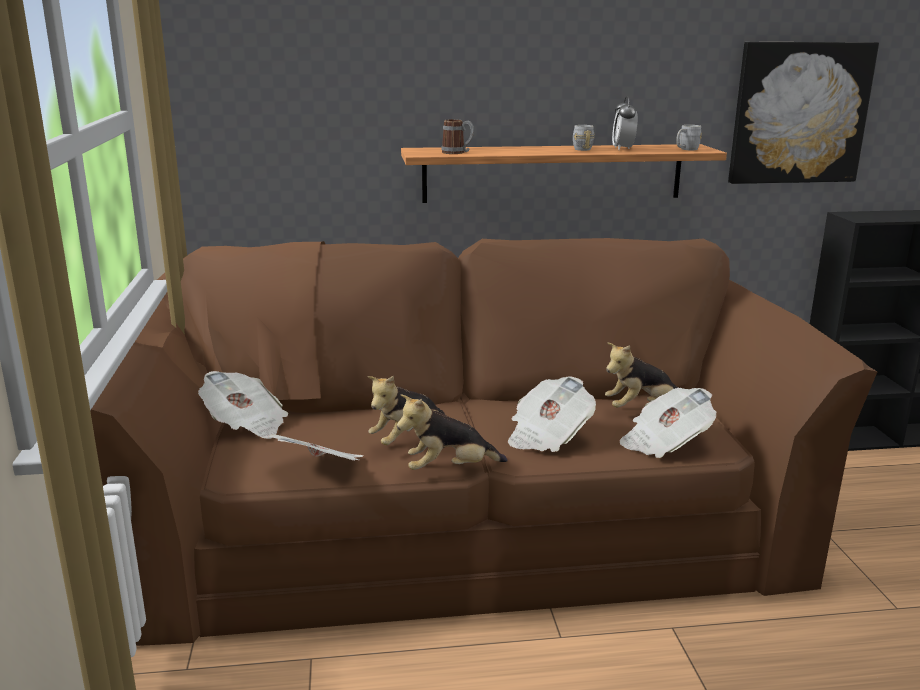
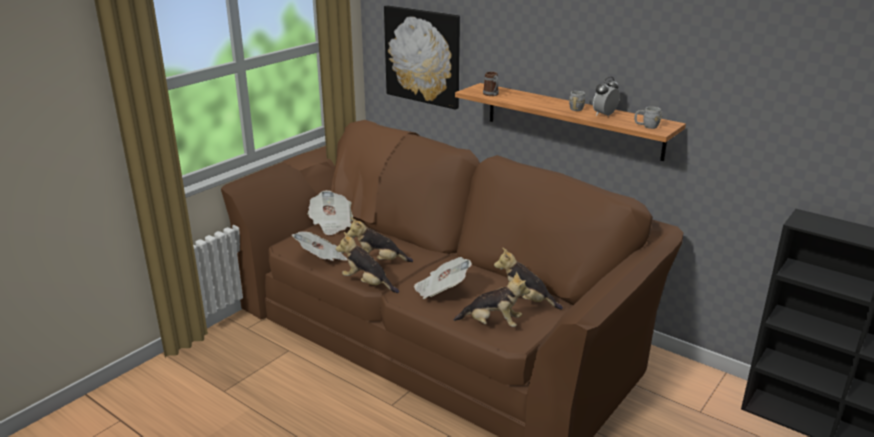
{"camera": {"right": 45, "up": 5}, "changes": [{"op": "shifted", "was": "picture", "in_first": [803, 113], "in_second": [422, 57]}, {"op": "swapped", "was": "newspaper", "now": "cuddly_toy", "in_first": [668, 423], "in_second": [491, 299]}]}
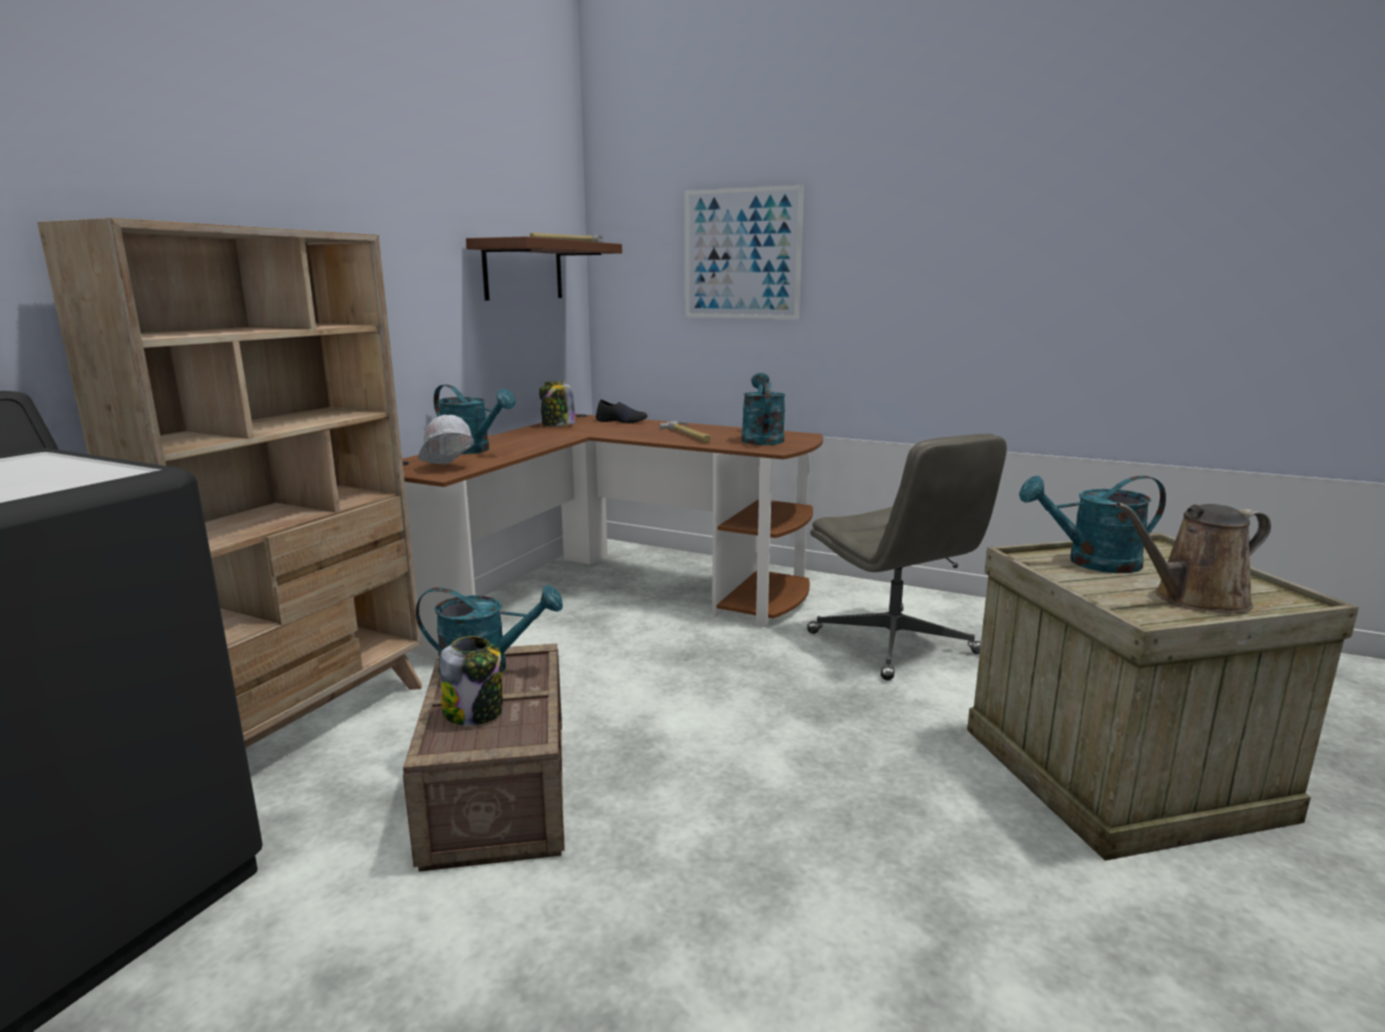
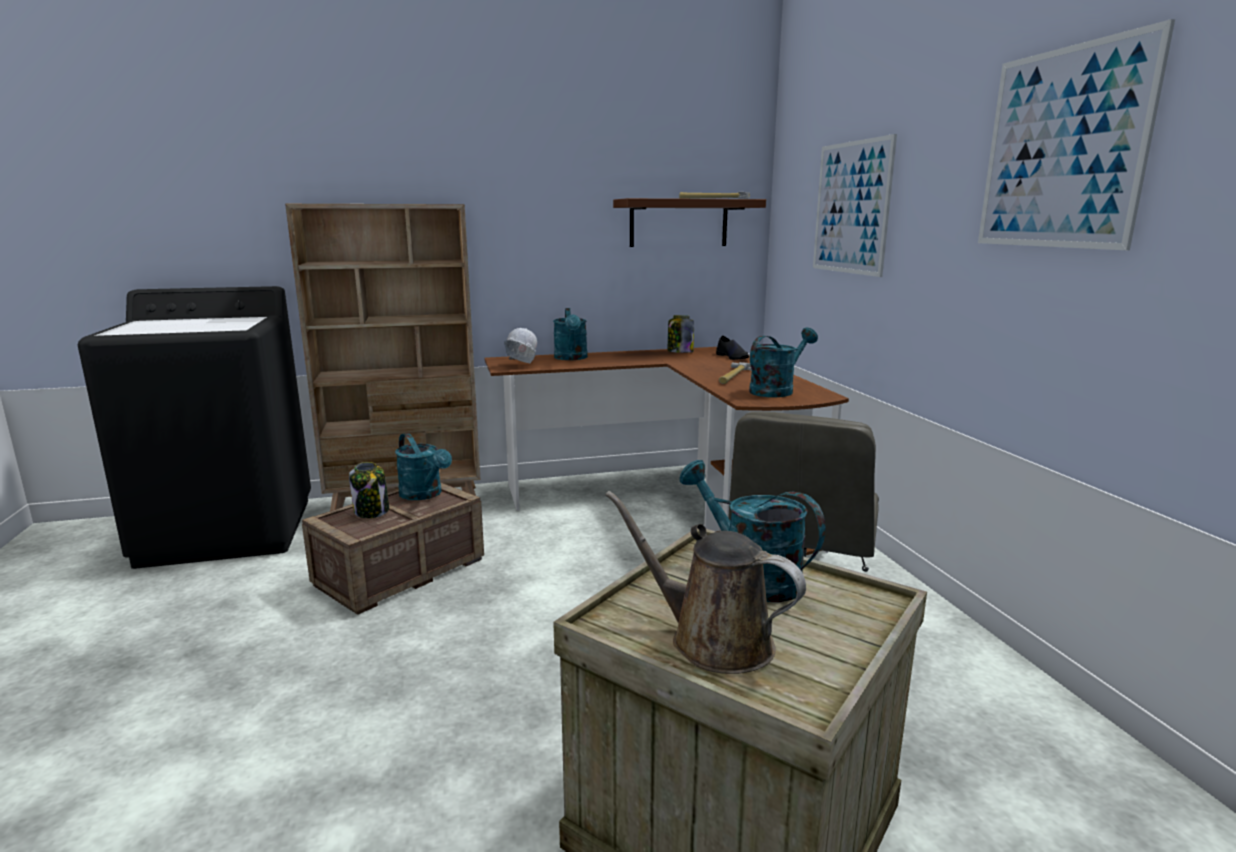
{"camera": {"right": 50, "up": 0}, "changes": [{"op": "new", "now": "picture", "in_second": [1076, 134]}]}
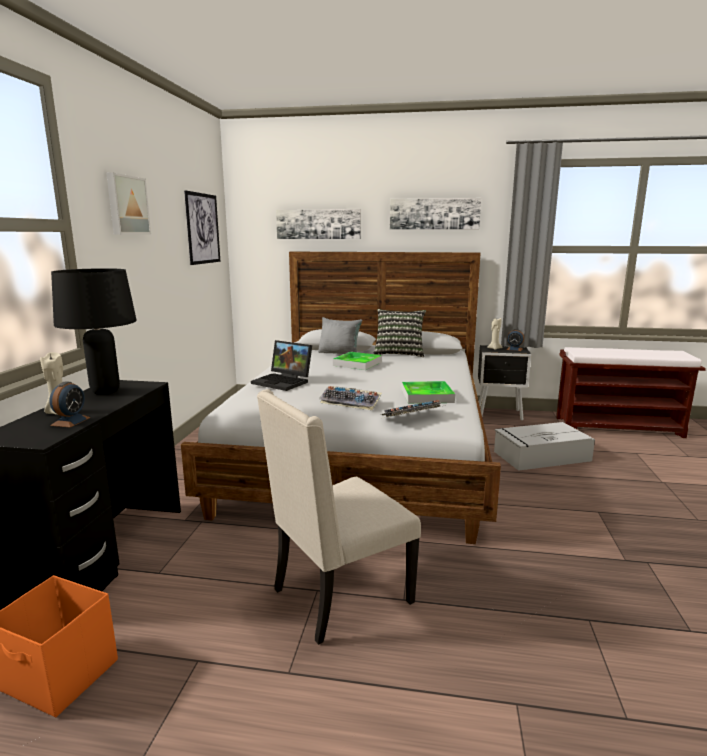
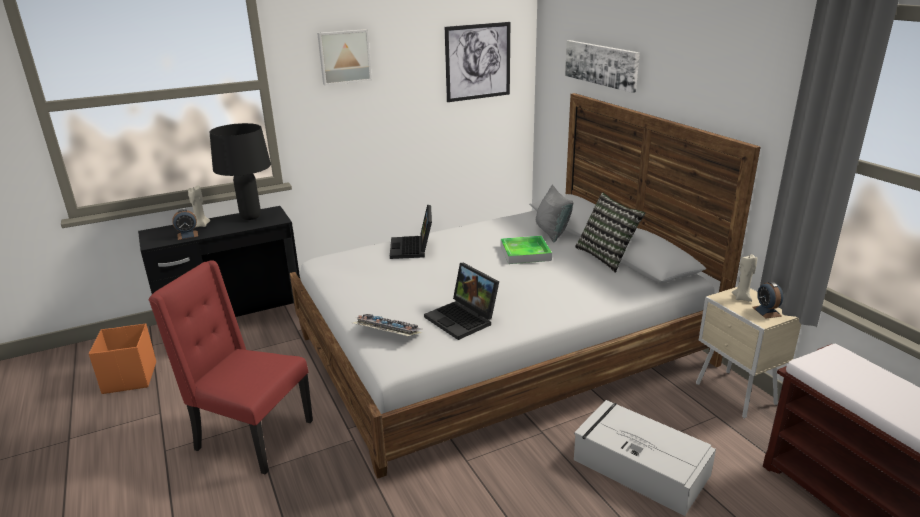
{"camera": {"right": 55, "up": 10}, "changes": [{"op": "repainted", "was": "beige_plain_chair", "now": "red-coloured_plain_chair", "in_first": [339, 517], "in_second": [231, 367]}, {"op": "swapped", "was": "carrying_tray", "now": "laptop", "in_first": [428, 392], "in_second": [461, 301]}, {"op": "repainted", "was": "black_bedside_table", "now": "beige_bedside_table", "in_first": [504, 383], "in_second": [748, 352]}, {"op": "gone", "was": "computer_keyboard", "in_first": [350, 398]}, {"op": "gone", "was": "picture", "in_first": [435, 214]}]}
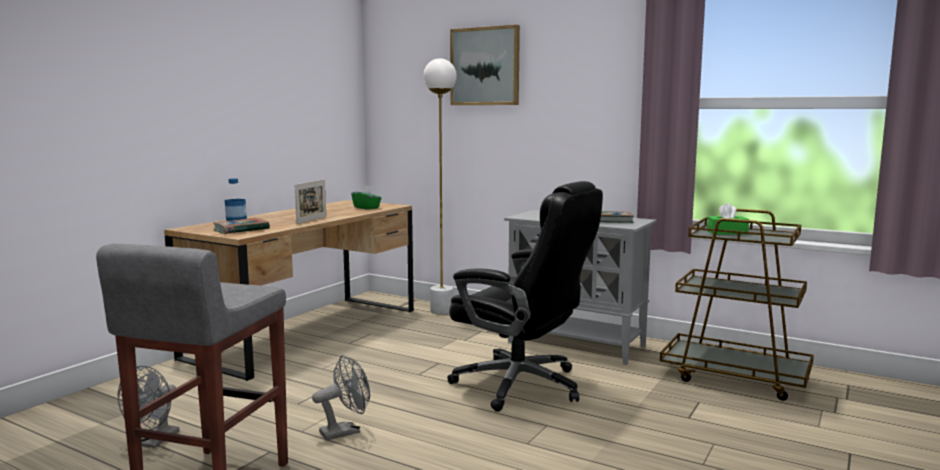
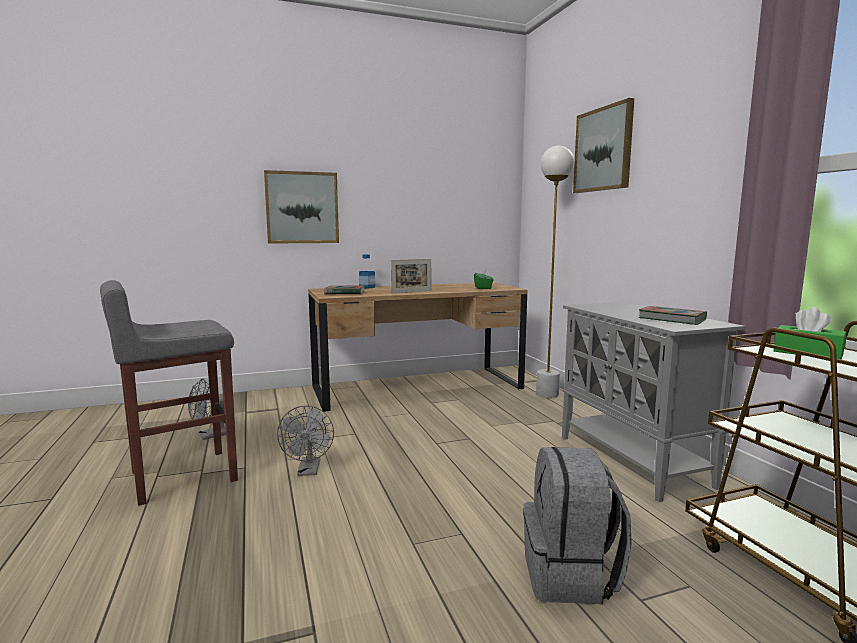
{"camera": {"right": 40, "up": 0}, "changes": [{"op": "new", "now": "picture", "in_second": [301, 207]}, {"op": "rotated", "was": "greyish_cooling_fan", "in_first": [341, 397], "in_second": [305, 440], "clockwise": 75}, {"op": "new", "now": "greyish_backpack", "in_second": [577, 525]}, {"op": "gone", "was": "black_computer_chair", "in_first": [525, 296]}]}
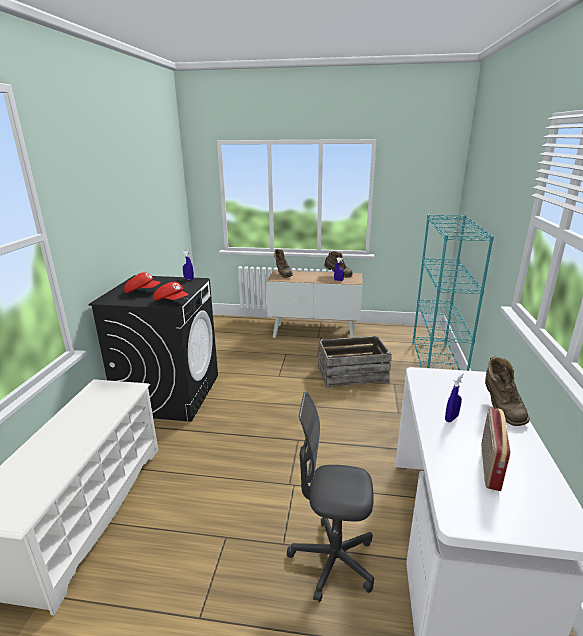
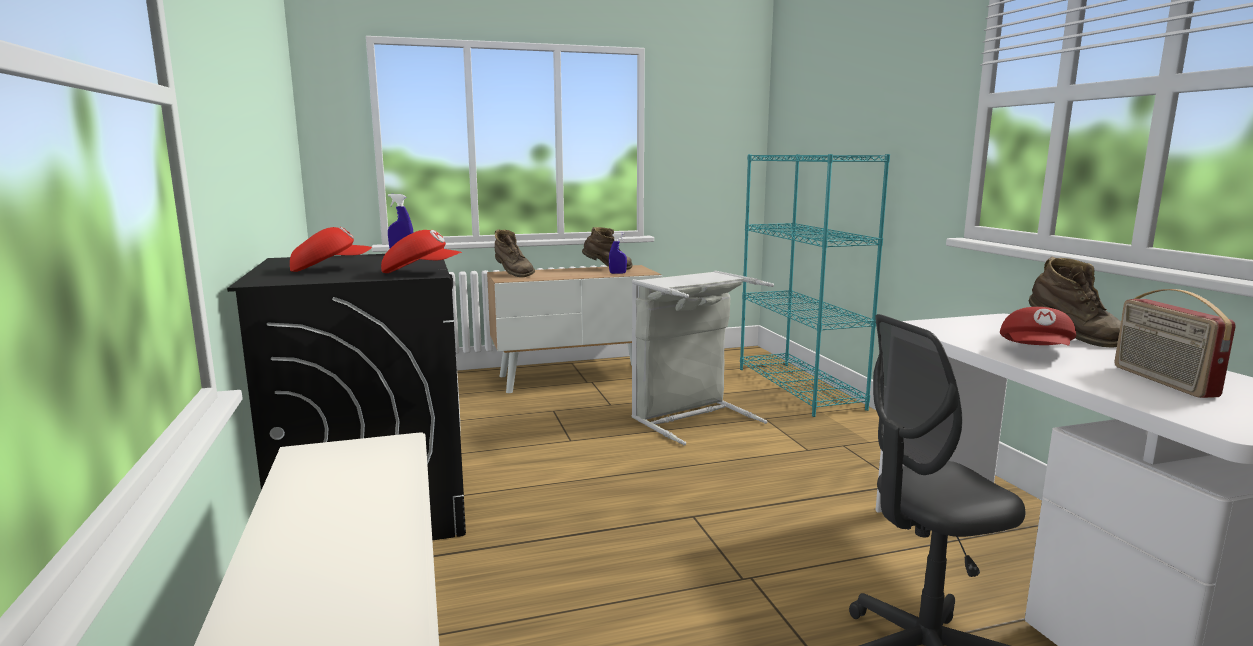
{"camera": {"right": -25, "up": -10}, "changes": [{"op": "swapped", "was": "crate", "now": "greyish_hamper", "in_first": [355, 362], "in_second": [702, 357]}, {"op": "swapped", "was": "blue-coloured_hand_sprayer", "now": "red-coloured_baseball_cap", "in_first": [454, 397], "in_second": [1038, 326]}]}
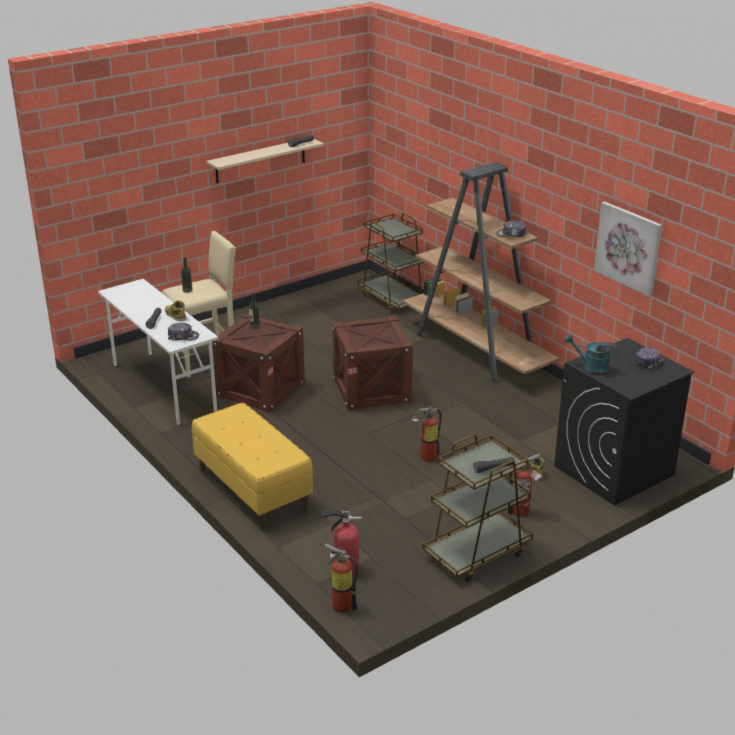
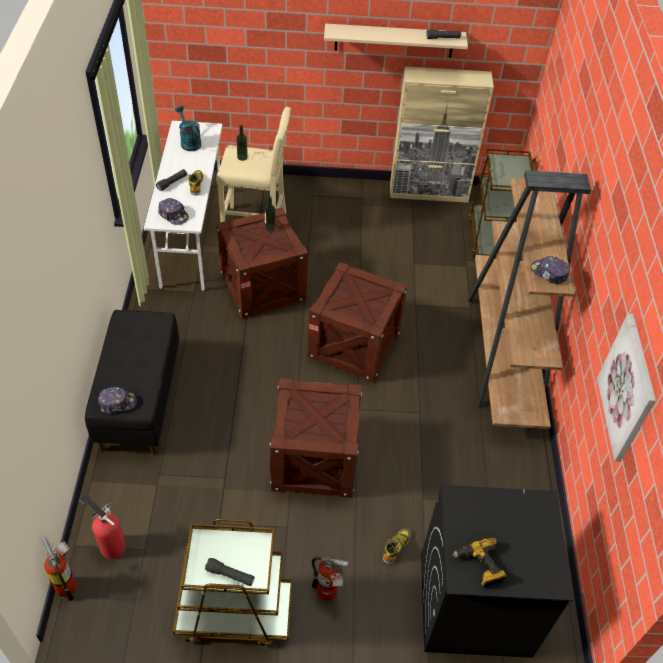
{"camera": {"right": 35, "up": 20}, "changes": [{"op": "repainted", "was": "yellowish_bench", "now": "black_bench", "in_first": [252, 465], "in_second": [132, 382]}, {"op": "shifted", "was": "baseball_cap", "in_first": [649, 358], "in_second": [117, 400]}, {"op": "shifted", "was": "turquoise_watering_can", "in_first": [591, 355], "in_second": [188, 128]}, {"op": "swapped", "was": "fire-fighting_cylinder", "now": "crate", "in_first": [427, 433], "in_second": [315, 438]}, {"op": "new", "now": "beige_cabinet", "in_second": [442, 134]}, {"op": "new", "now": "drill", "in_second": [479, 563]}]}
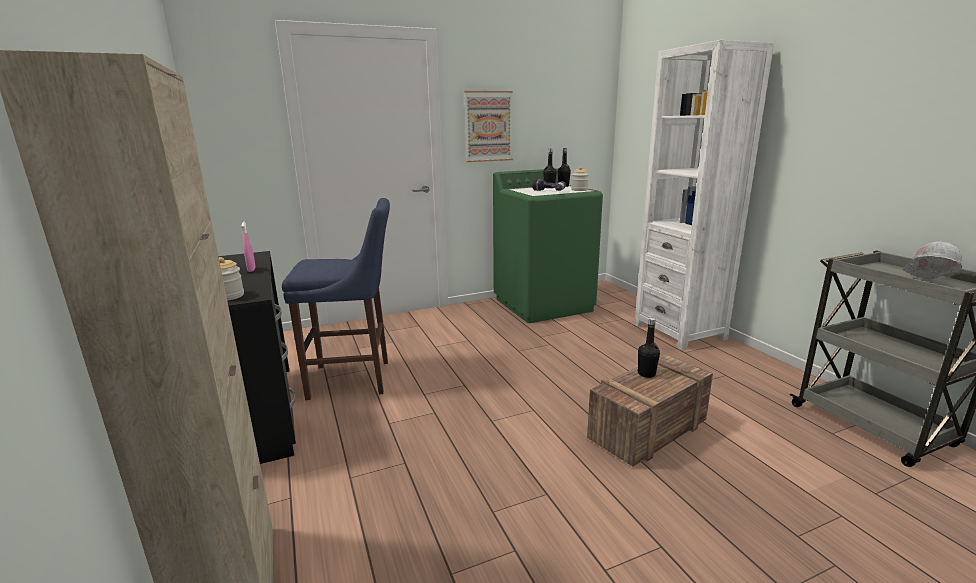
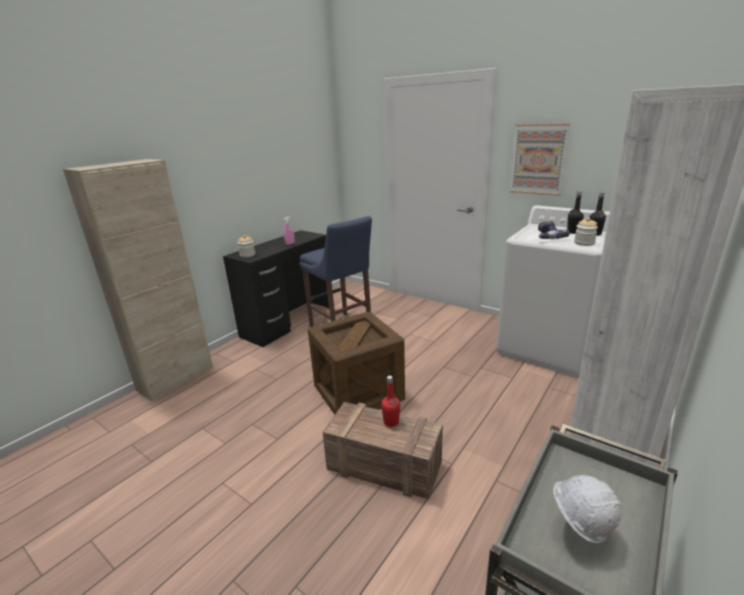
{"camera": {"right": 60, "up": 5}, "changes": [{"op": "new", "now": "crate", "in_second": [356, 363]}, {"op": "repainted", "was": "black_beverage_bottle", "now": "red-coloured_beverage_bottle", "in_first": [649, 348], "in_second": [390, 401]}, {"op": "repainted", "was": "green-coloured_laundry_appliance", "now": "white_laundry_appliance", "in_first": [548, 245], "in_second": [553, 291]}]}
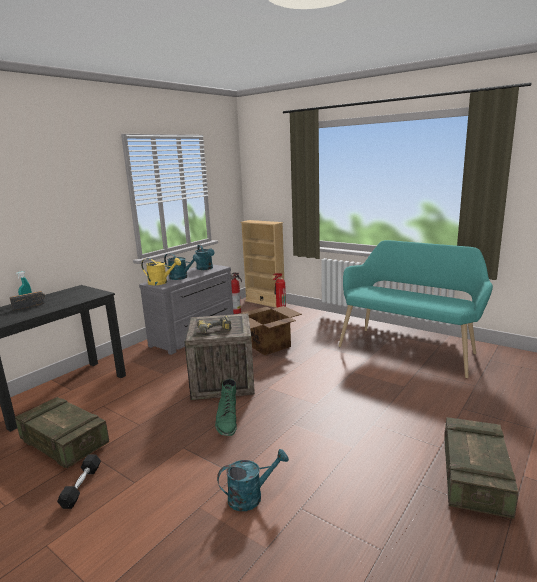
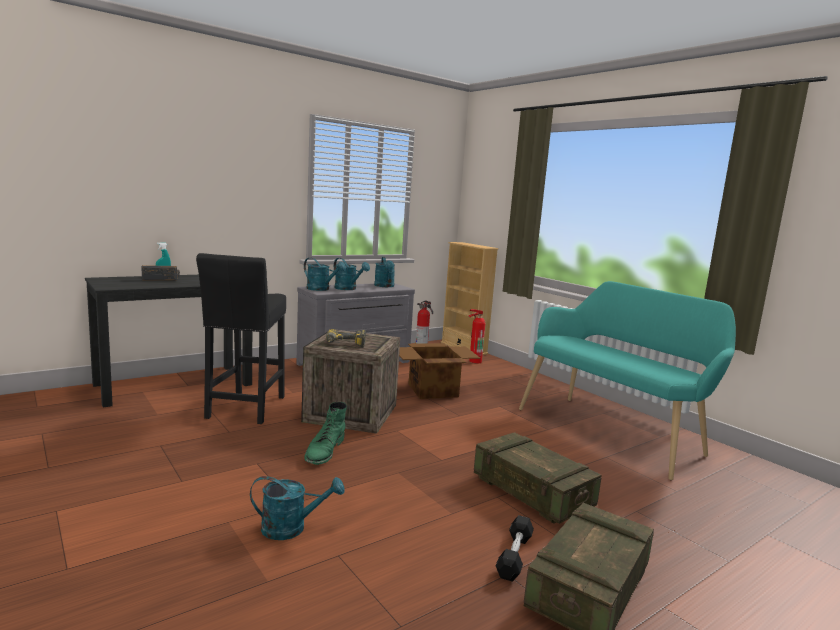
{"camera": {"right": 15, "up": -5}, "changes": [{"op": "new", "now": "black_stool_seat", "in_second": [241, 338]}, {"op": "repainted", "was": "yellowish_watering_can", "now": "turquoise_watering_can", "in_first": [161, 271], "in_second": [325, 274]}, {"op": "shifted", "was": "crate", "in_first": [62, 432], "in_second": [538, 478]}, {"op": "shifted", "was": "black_hand_weight", "in_first": [79, 481], "in_second": [515, 548]}]}
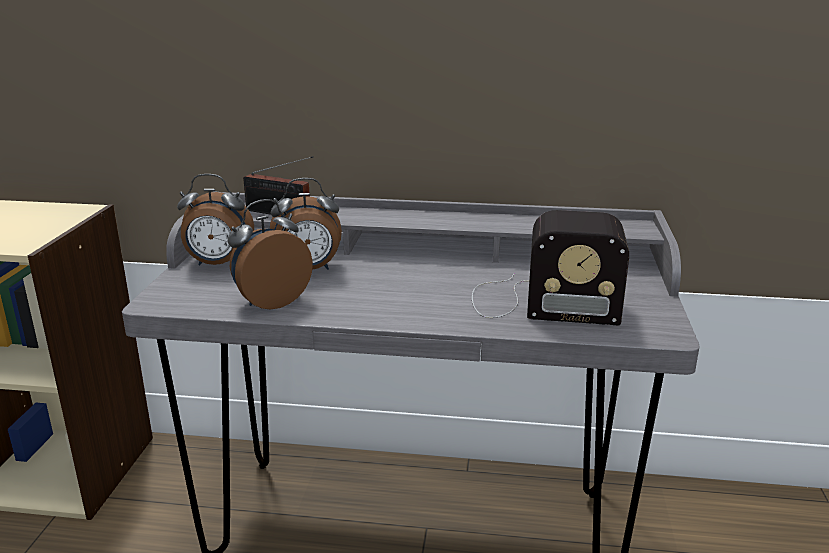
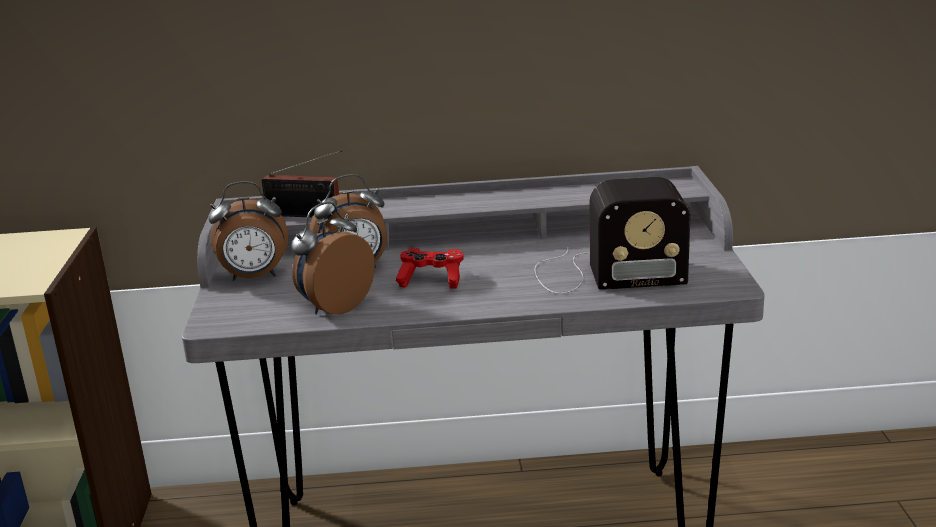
{"camera": {"right": -10, "up": 0}, "changes": [{"op": "new", "now": "red-coloured_joypad", "in_second": [430, 268]}]}
